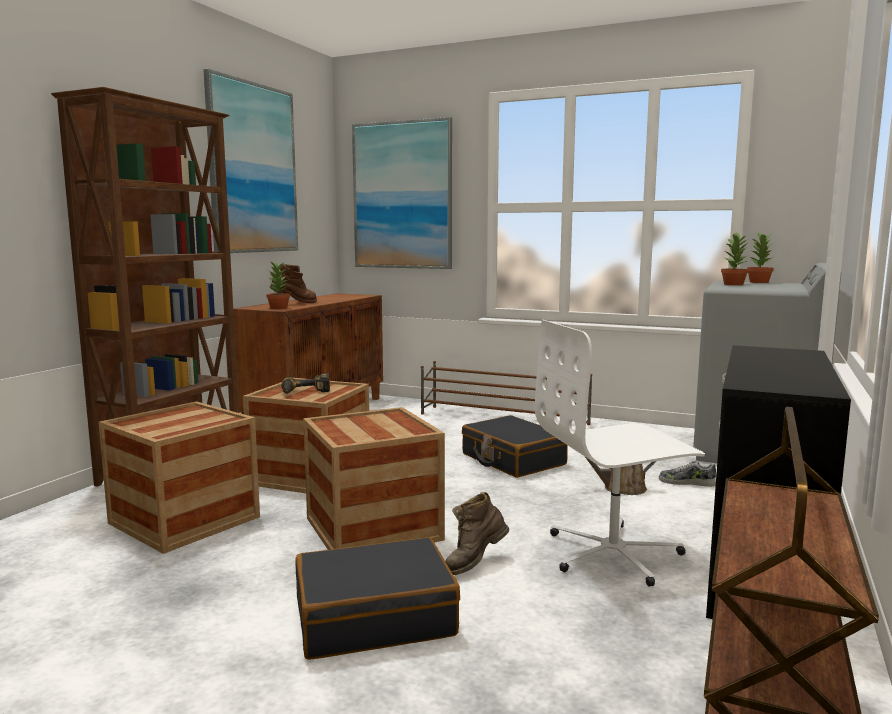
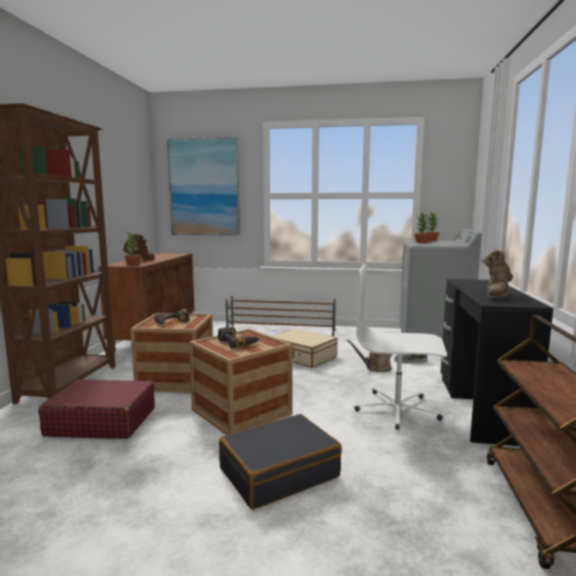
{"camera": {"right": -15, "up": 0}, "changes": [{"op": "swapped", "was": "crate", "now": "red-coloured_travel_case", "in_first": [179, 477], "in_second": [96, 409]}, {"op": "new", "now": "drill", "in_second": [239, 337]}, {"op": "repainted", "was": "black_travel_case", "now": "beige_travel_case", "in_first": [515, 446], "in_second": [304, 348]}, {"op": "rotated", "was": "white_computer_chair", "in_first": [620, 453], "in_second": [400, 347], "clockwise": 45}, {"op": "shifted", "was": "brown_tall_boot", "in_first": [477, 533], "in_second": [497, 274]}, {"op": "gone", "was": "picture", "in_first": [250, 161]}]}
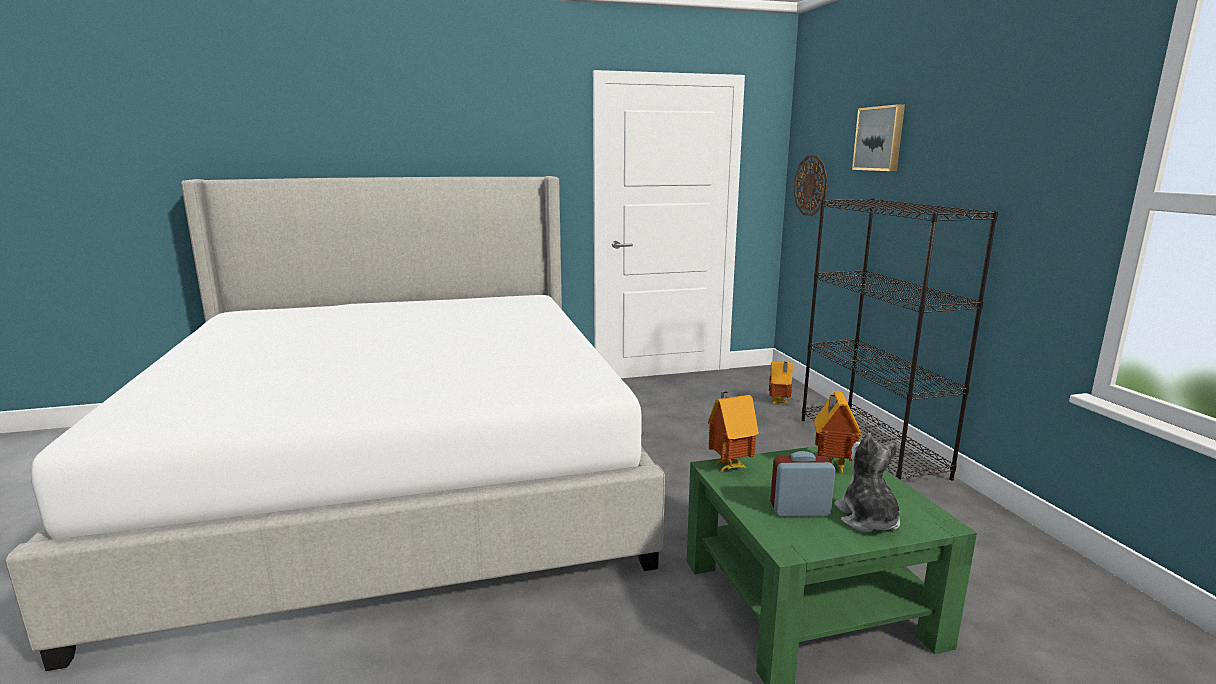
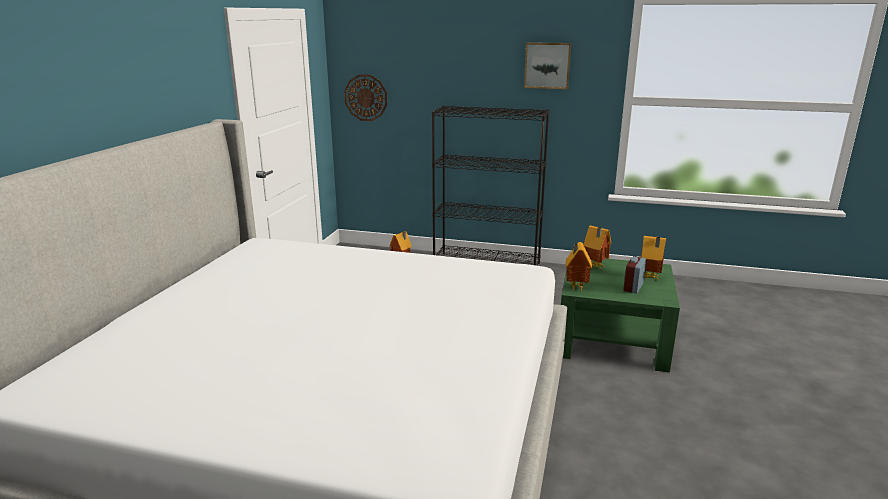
{"camera": {"right": -60, "up": 5}, "changes": [{"op": "shifted", "was": "picture", "in_first": [878, 137], "in_second": [547, 65]}, {"op": "swapped", "was": "cuddly_toy", "now": "toy_house", "in_first": [867, 482], "in_second": [653, 258]}]}
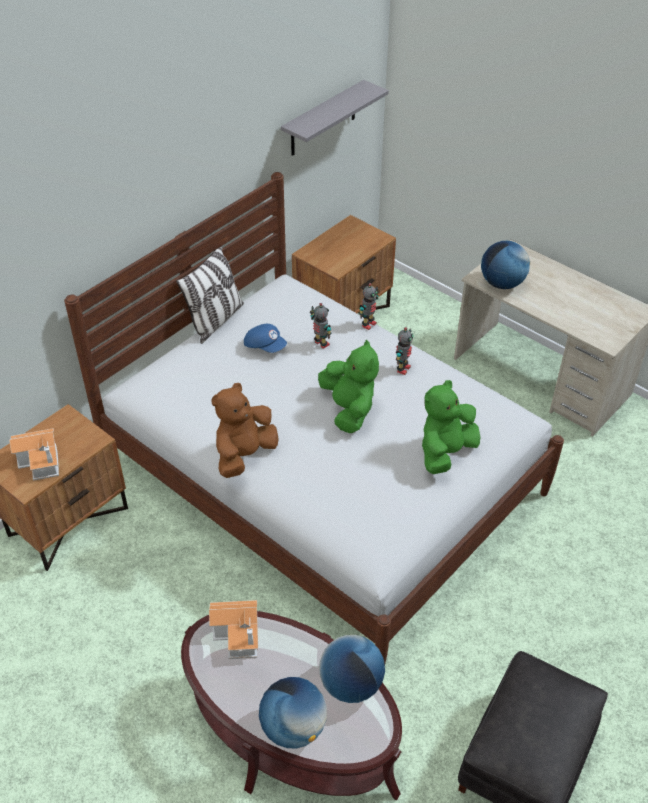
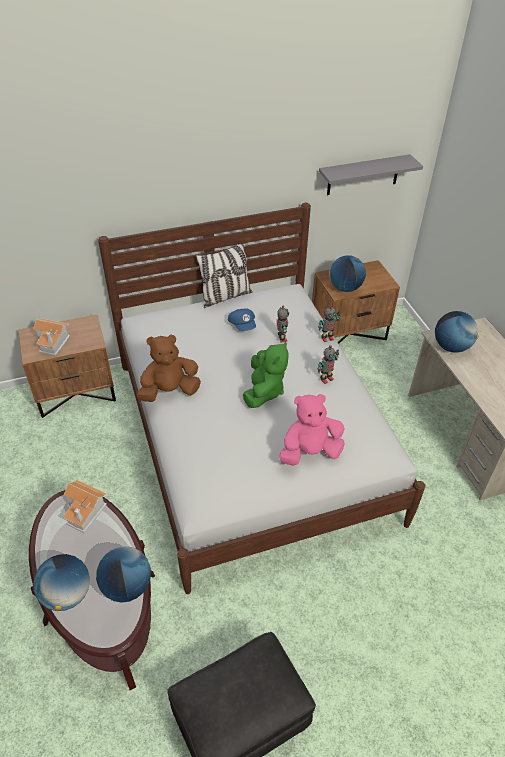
{"camera": {"right": 30, "up": 0}, "changes": [{"op": "repainted", "was": "green-coloured_cuddly_toy", "now": "pink_cuddly_toy", "in_first": [451, 427], "in_second": [312, 430]}, {"op": "new", "now": "desk_globe", "in_second": [347, 273]}]}
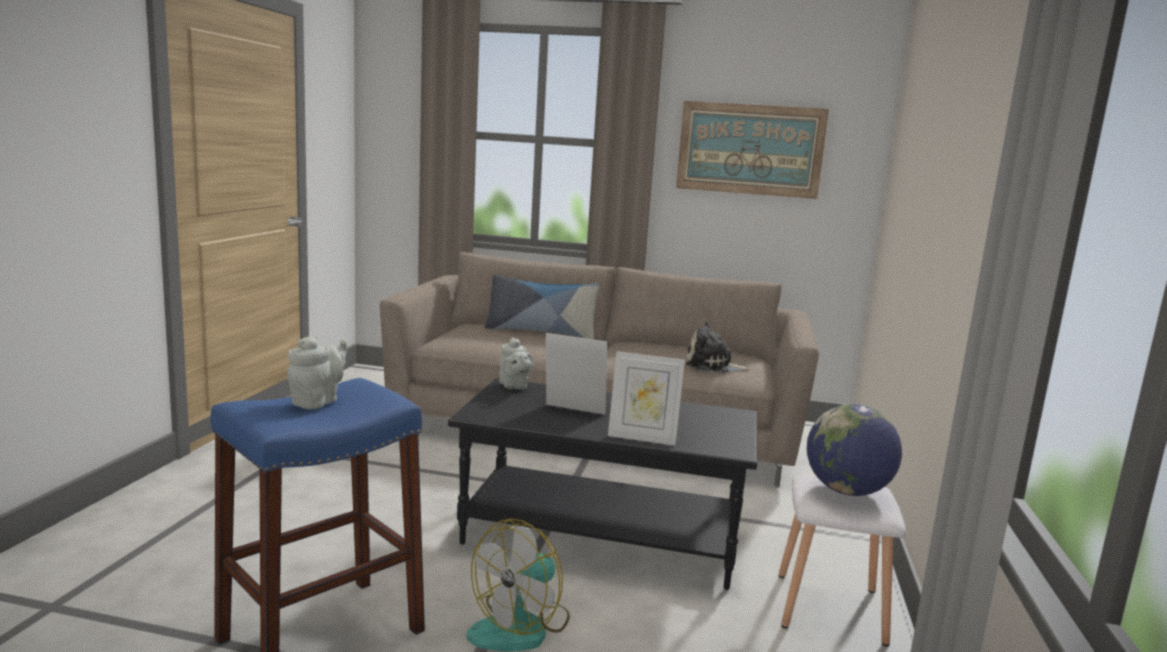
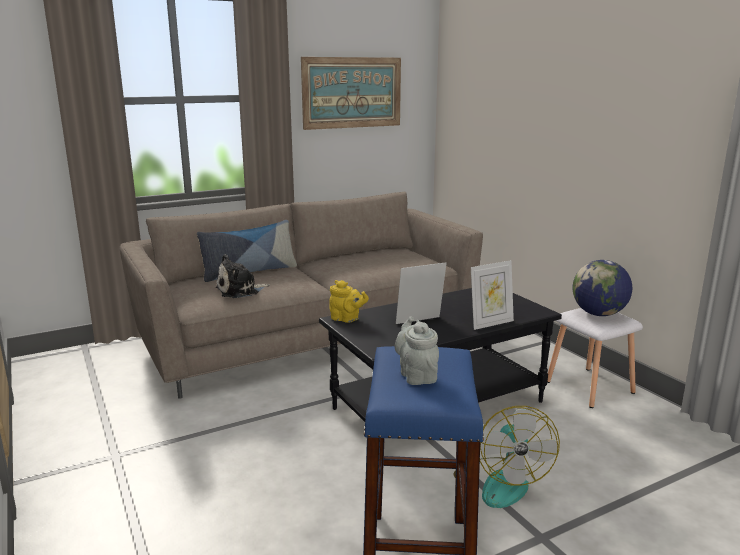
{"camera": {"right": -40, "up": 5}, "changes": [{"op": "shifted", "was": "cuddly_toy", "in_first": [718, 347], "in_second": [243, 276]}, {"op": "repainted", "was": "greyish_pot_for_tea", "now": "yellowish_pot_for_tea", "in_first": [516, 363], "in_second": [349, 301]}]}
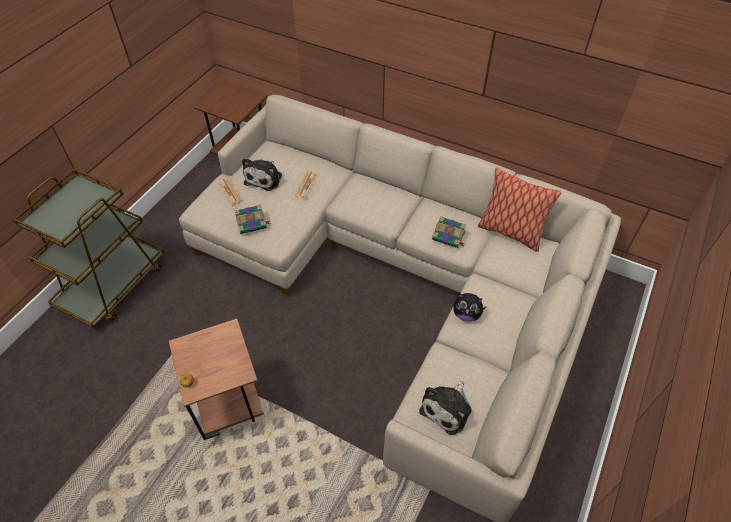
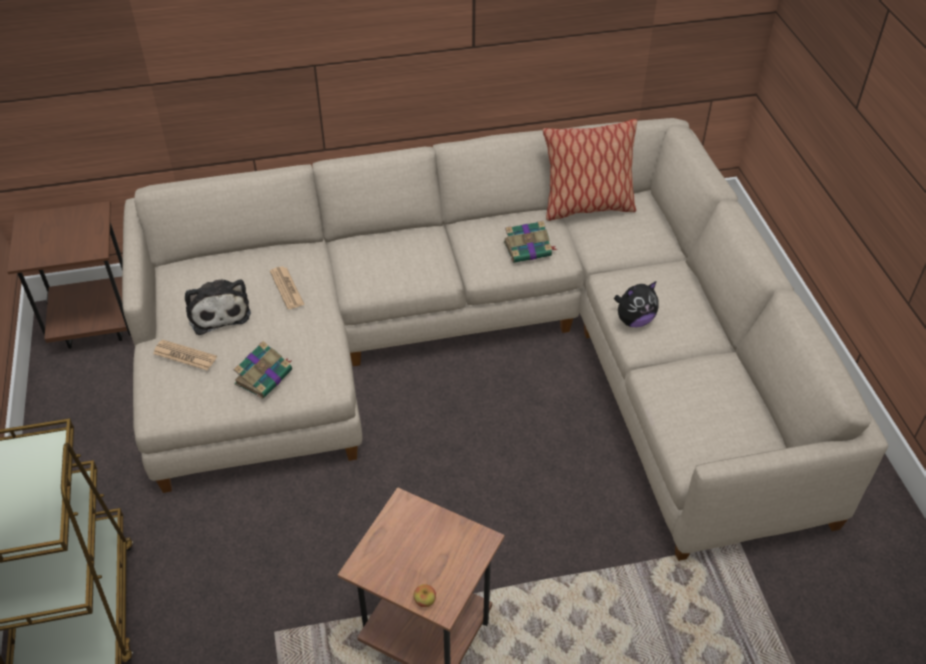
{"camera": {"right": -40, "up": -5}, "changes": [{"op": "gone", "was": "cuddly_toy", "in_first": [445, 408]}]}
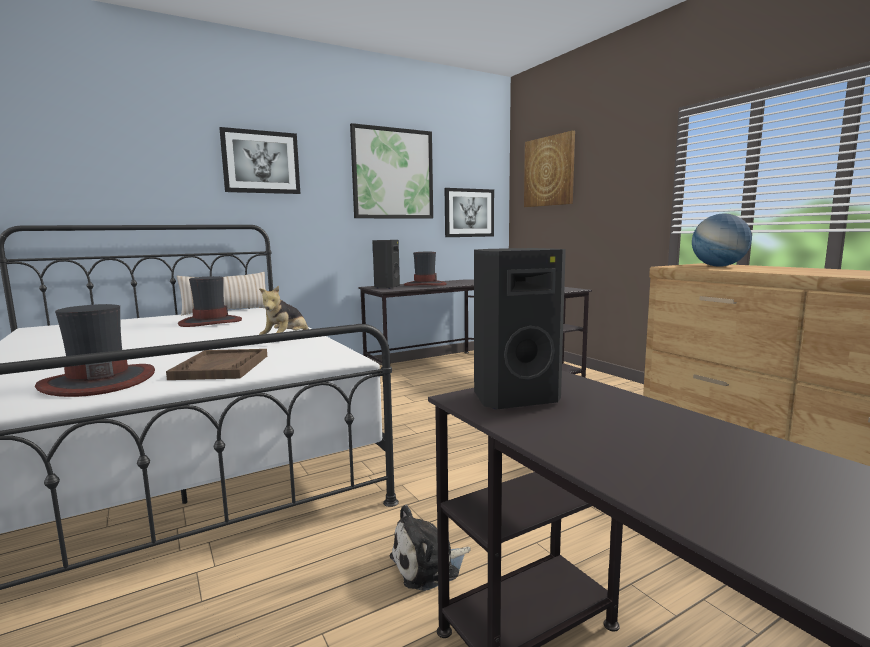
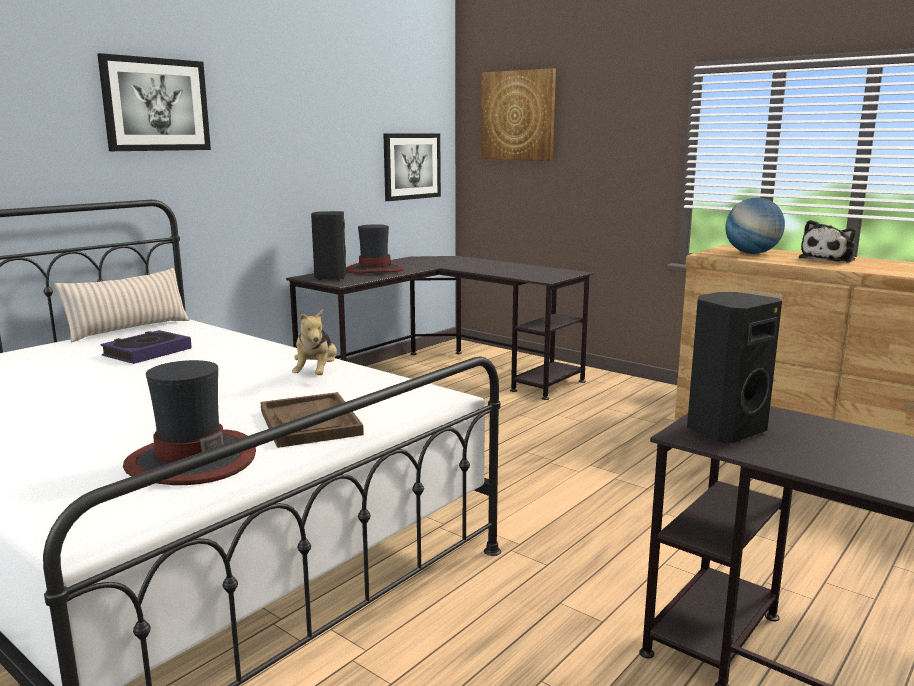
{"camera": {"right": -20, "up": 5}, "changes": [{"op": "swapped", "was": "hat", "now": "book", "in_first": [210, 301], "in_second": [145, 347]}, {"op": "shifted", "was": "cuddly_toy", "in_first": [430, 548], "in_second": [827, 241]}, {"op": "gone", "was": "picture", "in_first": [391, 171]}]}
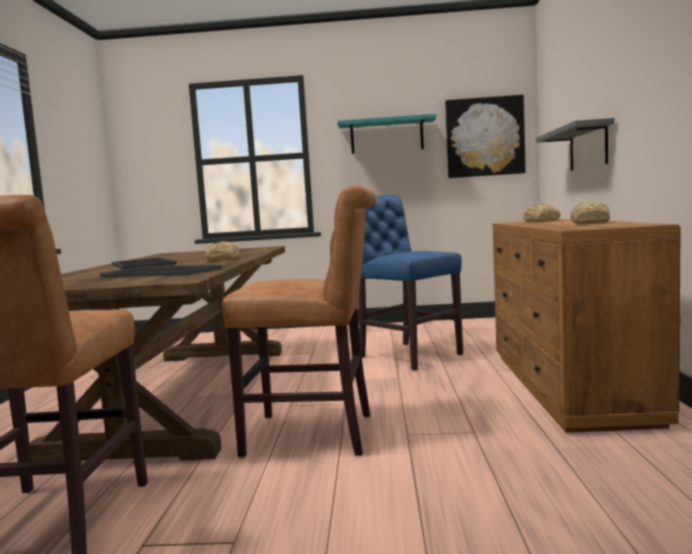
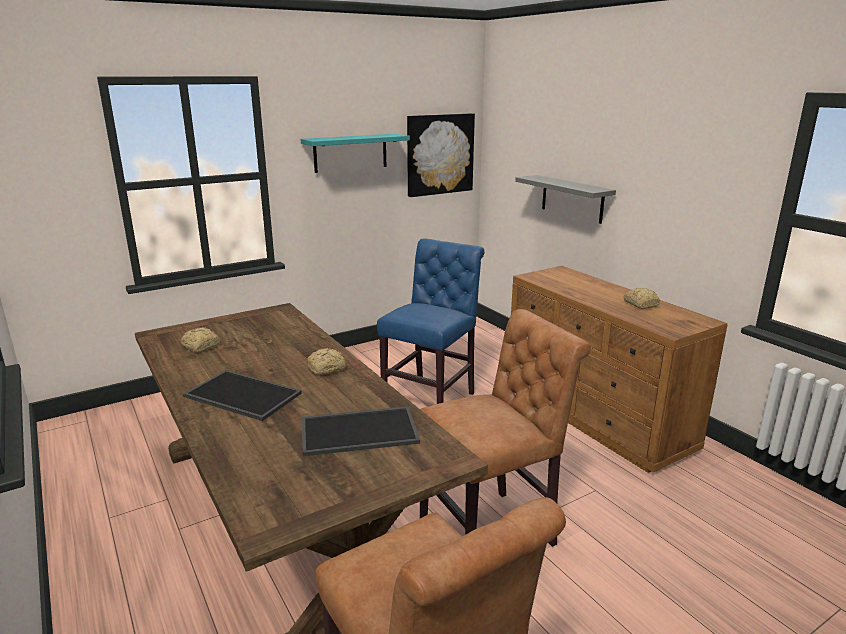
{"camera": {"right": -35, "up": 15}, "changes": [{"op": "shifted", "was": "bakery_bread", "in_first": [542, 213], "in_second": [201, 339]}, {"op": "rotated", "was": "blue-coloured_plain_chair", "in_first": [411, 282], "in_second": [430, 321], "clockwise": 105}]}
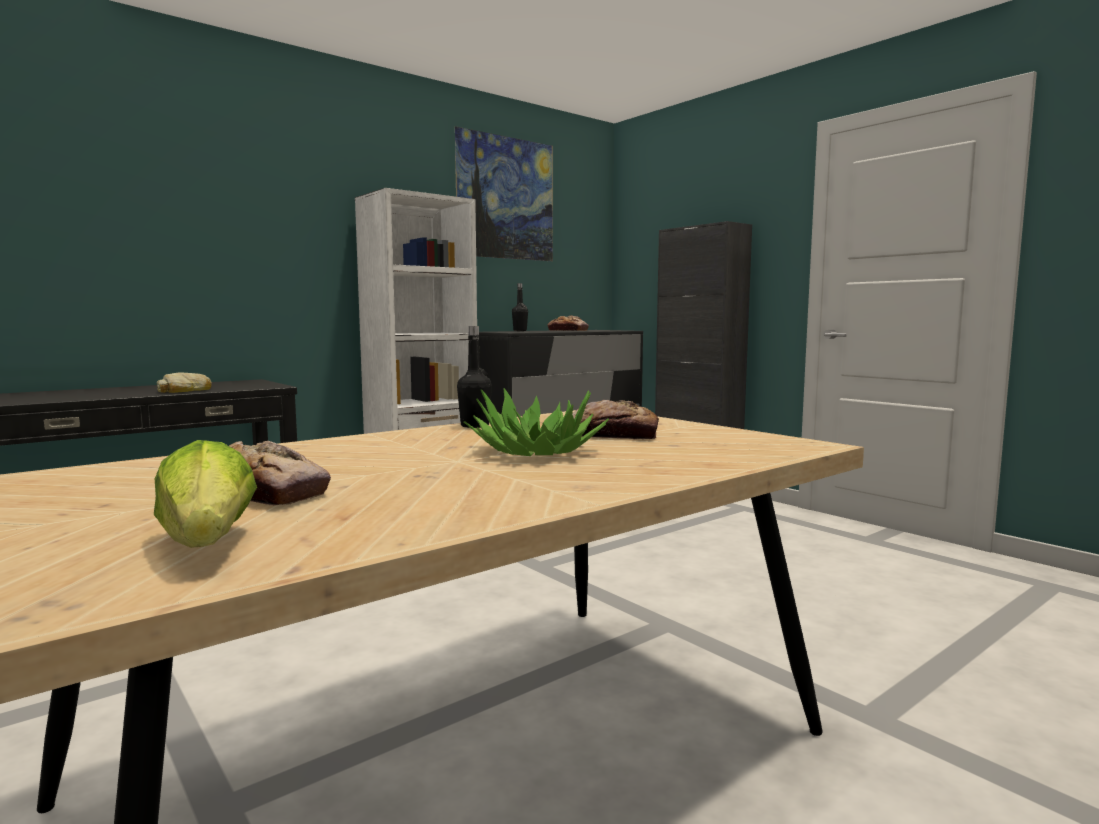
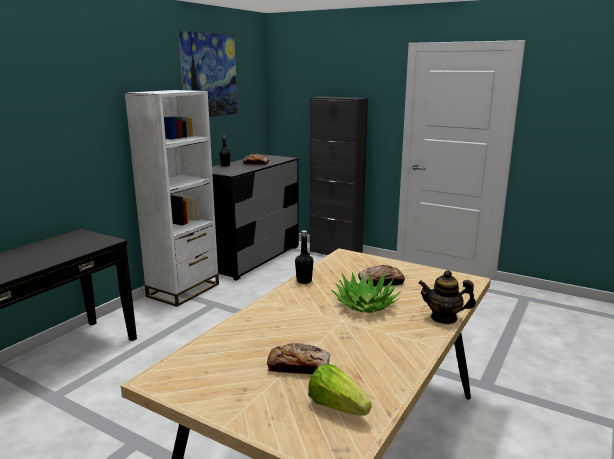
{"camera": {"right": -20, "up": 10}, "changes": [{"op": "new", "now": "pot_for_tea", "in_second": [447, 297]}, {"op": "gone", "was": "bakery_bread", "in_first": [184, 382]}]}
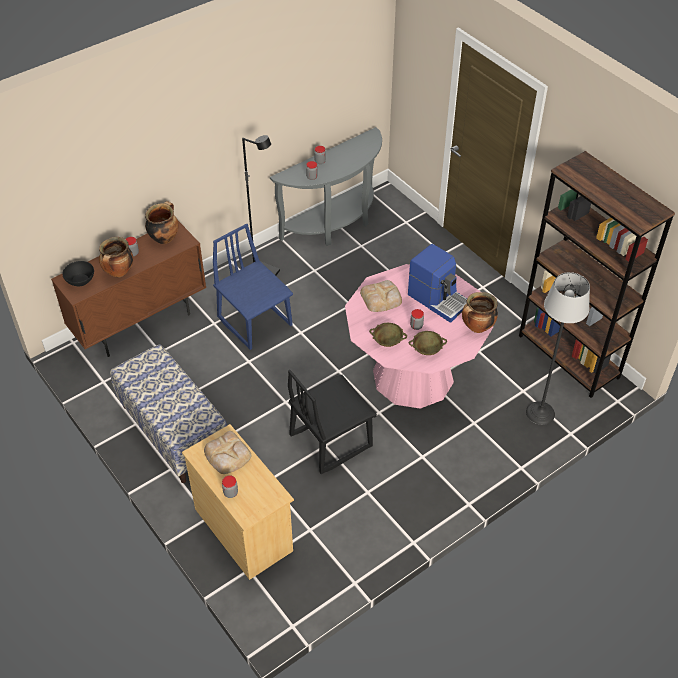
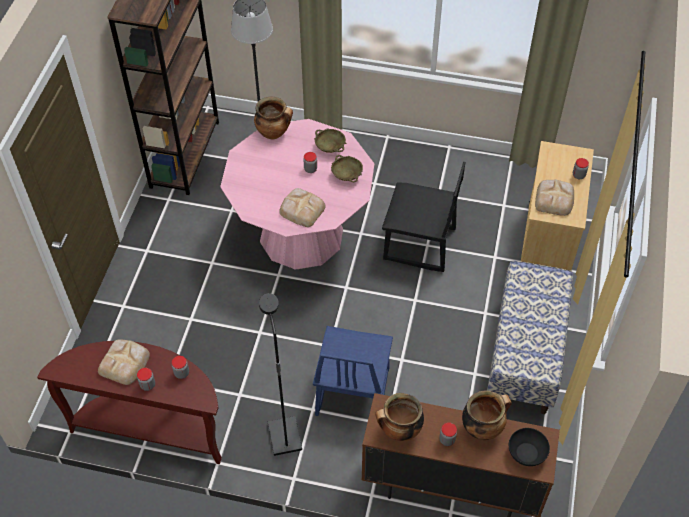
{"camera": {"right": -130, "up": 5}, "changes": [{"op": "repainted", "was": "greyish_narrow_table", "now": "brown_narrow_table", "in_first": [326, 186], "in_second": [129, 402]}, {"op": "new", "now": "bakery_bread", "in_second": [124, 362]}, {"op": "gone", "was": "coffee_machine", "in_first": [437, 283]}]}
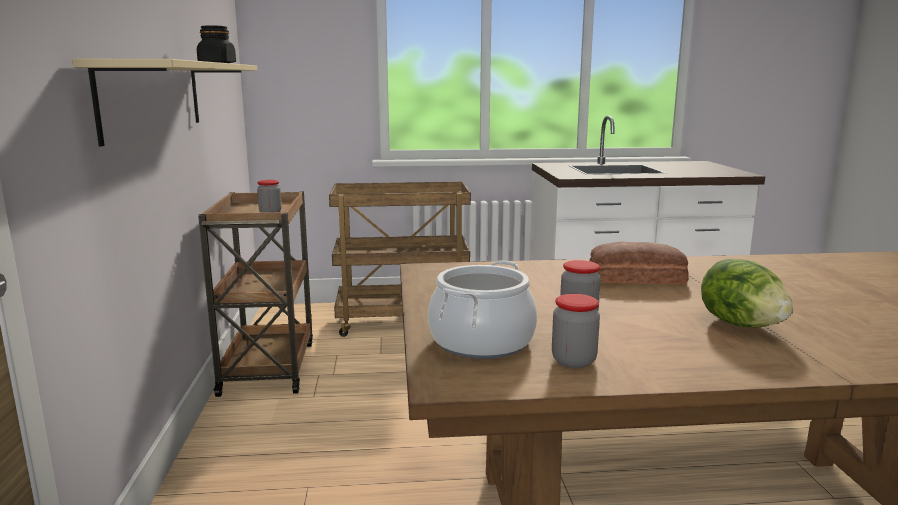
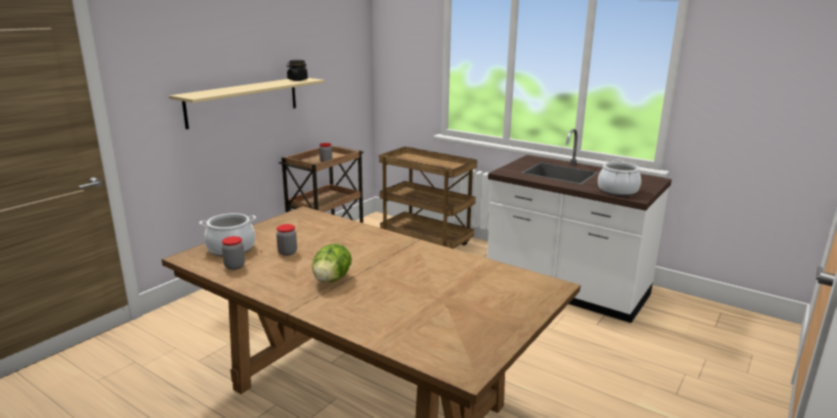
{"camera": {"right": 40, "up": 5}, "changes": [{"op": "new", "now": "cooking_pot", "in_second": [619, 178]}, {"op": "gone", "was": "bakery_bread", "in_first": [639, 263]}]}
